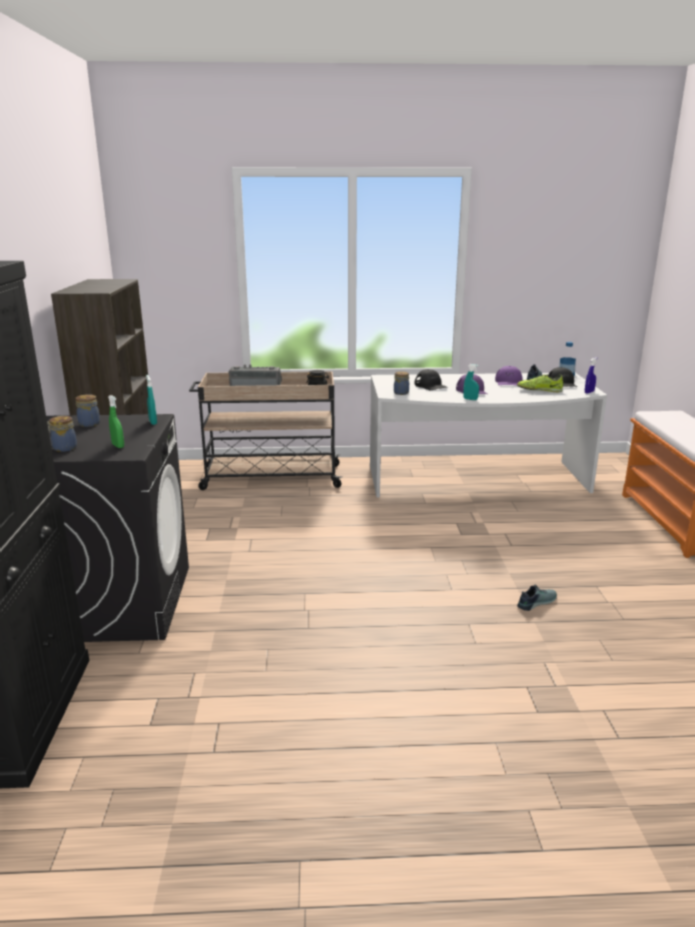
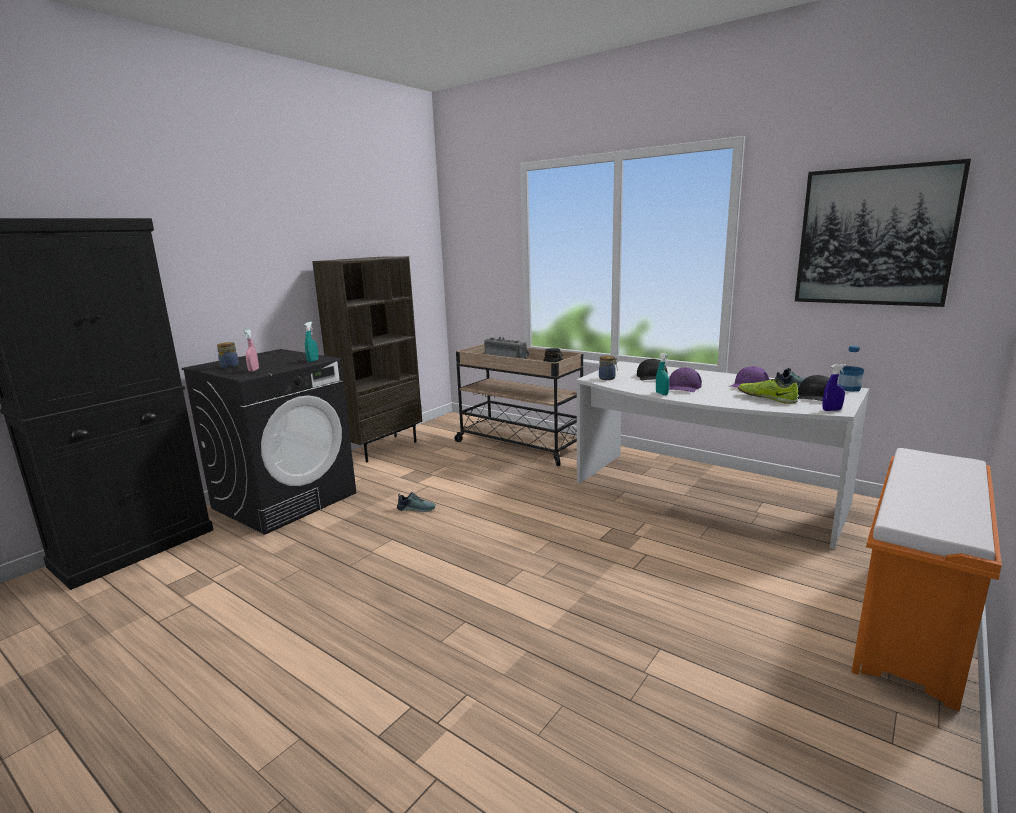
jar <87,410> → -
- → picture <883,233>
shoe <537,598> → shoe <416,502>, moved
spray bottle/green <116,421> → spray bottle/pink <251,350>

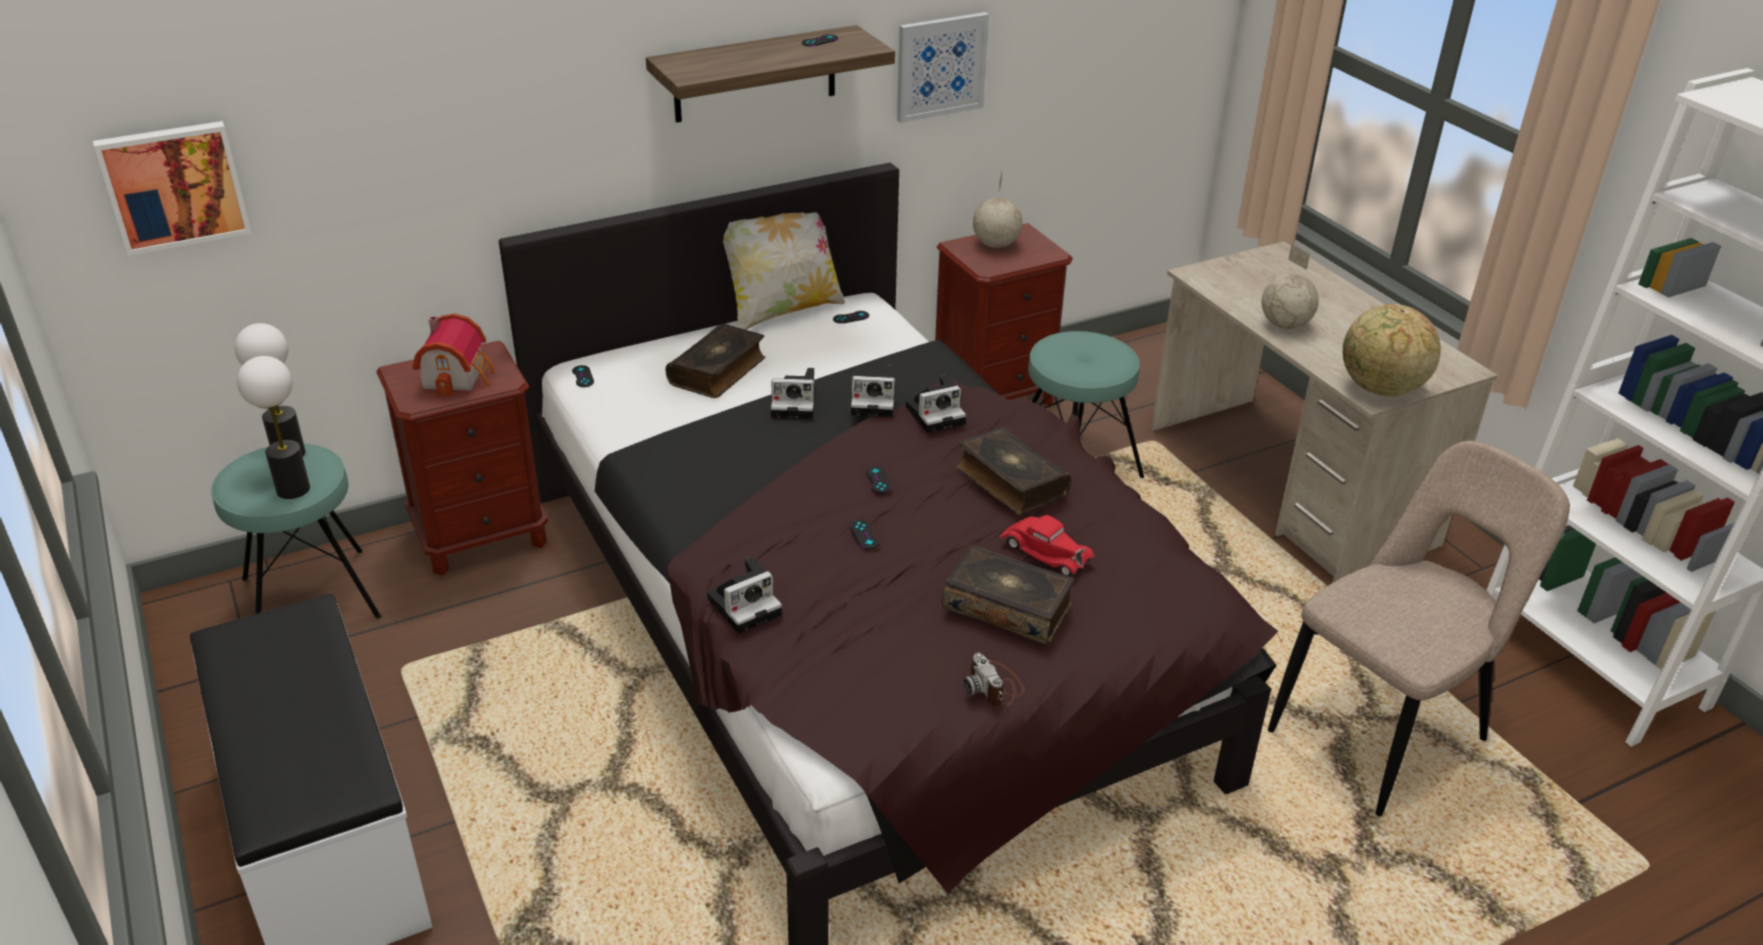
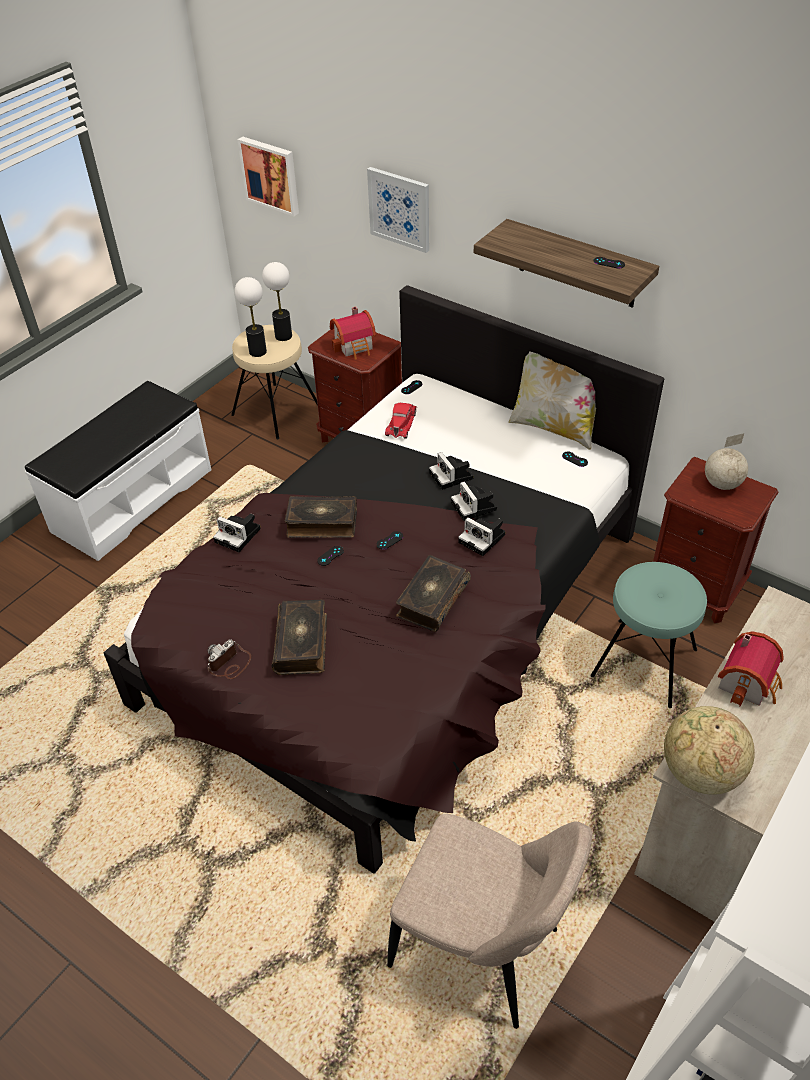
book <715,360> → book <321,517>, moved
picture <943,67> → picture <398,210>, moved
toy car/red <1047,545> → toy car/red <401,421>, moved
globe <1290,286> → toy house <751,669>
stool/turquoise <296,531> → stool/beige <274,382>

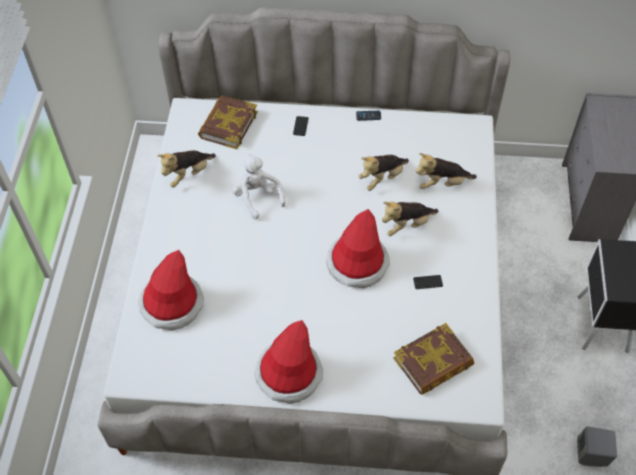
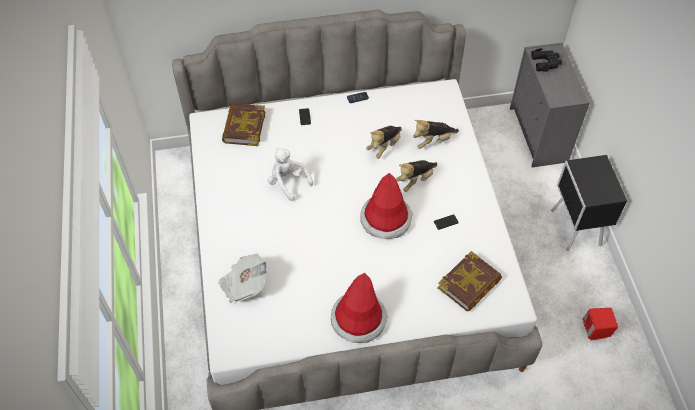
plush toy <186,169> → -
- → binoculars/black <546,60>
hat <171,290> → newspaper <244,278>
speaker/grey <597,446> → speaker/red <600,324>

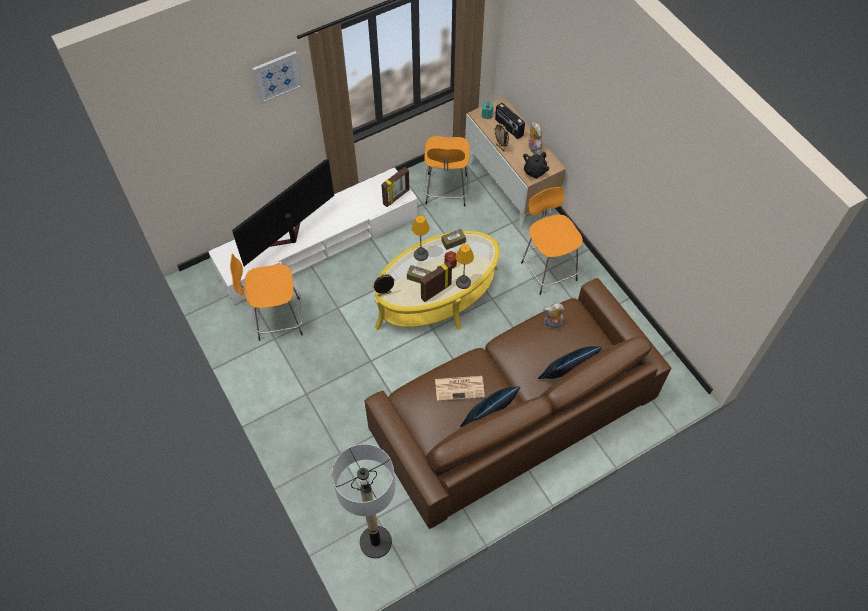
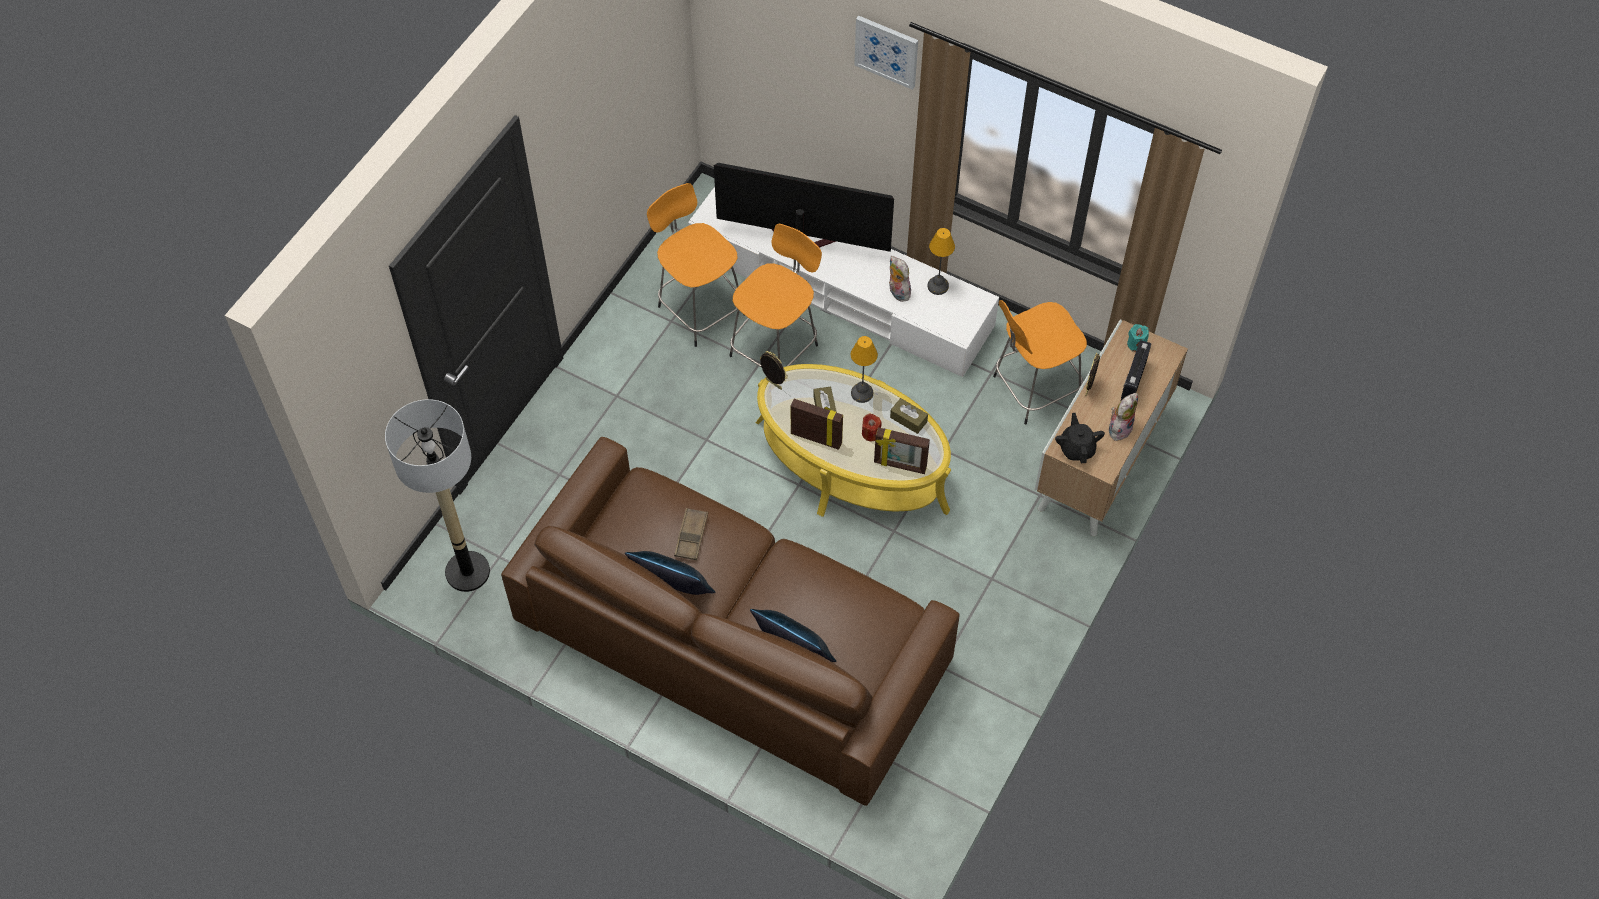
picture frame <395,187> → picture frame <902,450>, moved
table lamp <465,266> → table lamp <941,261>, moved
stool/orange <552,241> → stool/orange <775,296>, moved
plush toy <554,316> → plush toy <900,279>, moved
newspaper <460,388> → tray/brown <691,534>
teapot/black <536,165> → teapot/black <1080,438>, 75 degrees clockwise

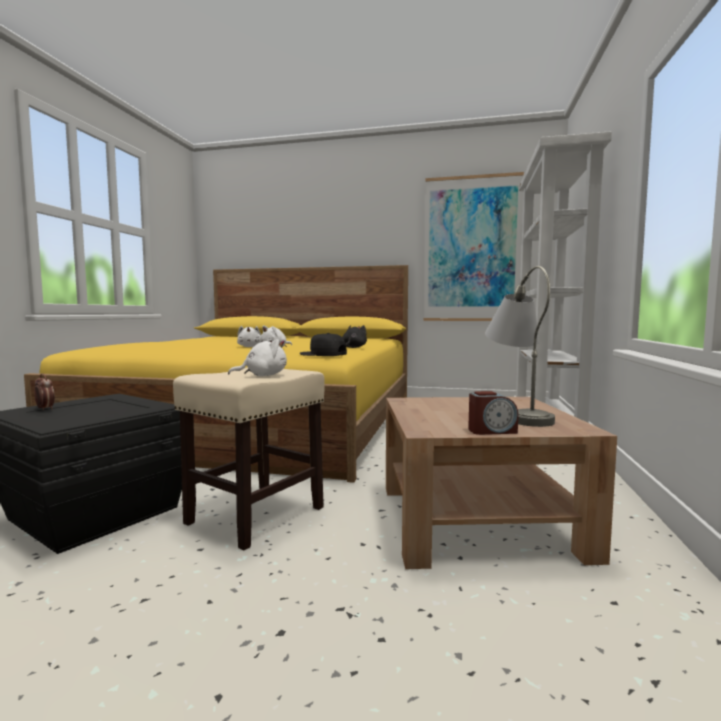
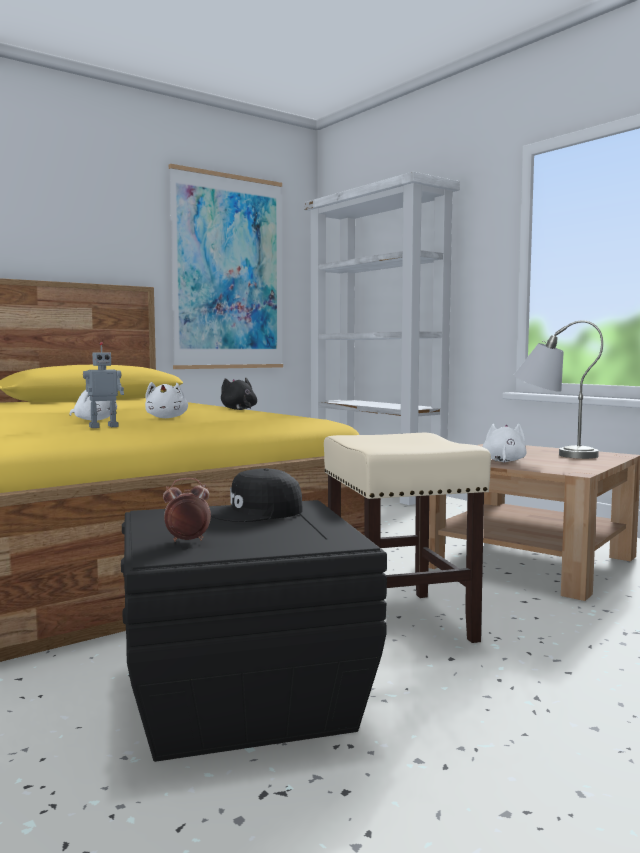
alarm clock <493,413> → -
- → toy robot <103,385>
plush toy/white <257,357> → plush toy/white <505,443>, moved
cap/black <323,344> → cap/black <256,495>, moved

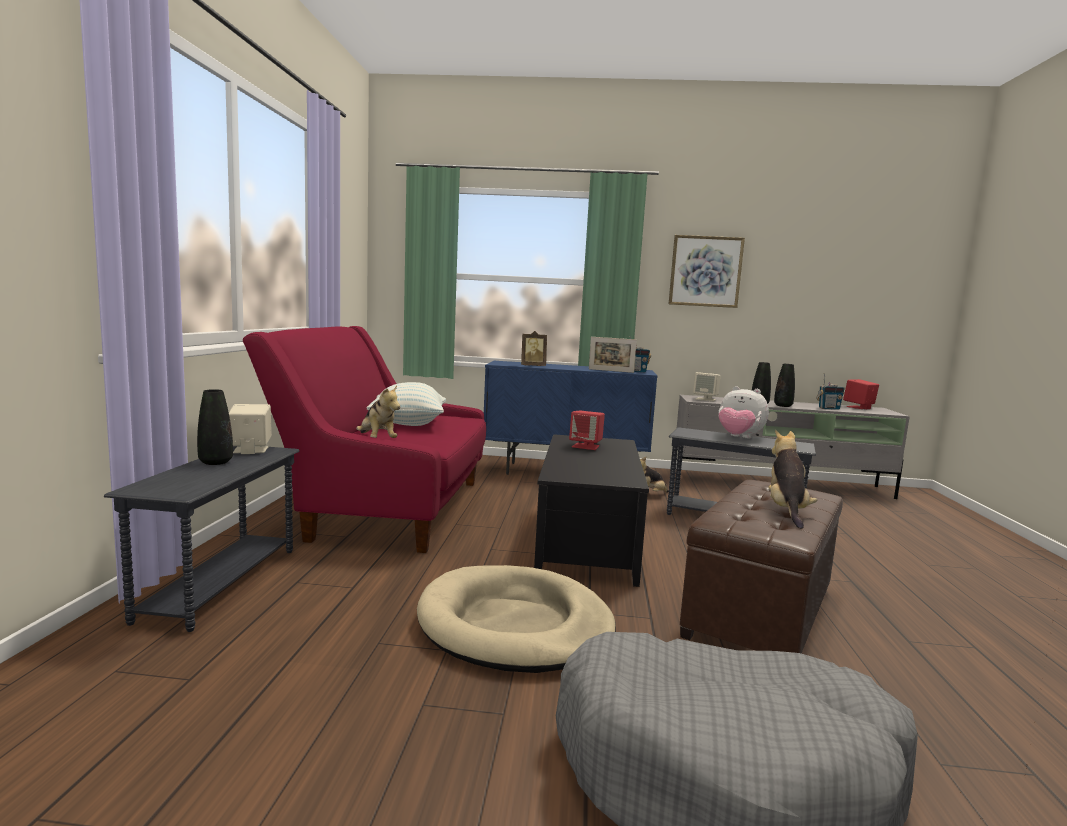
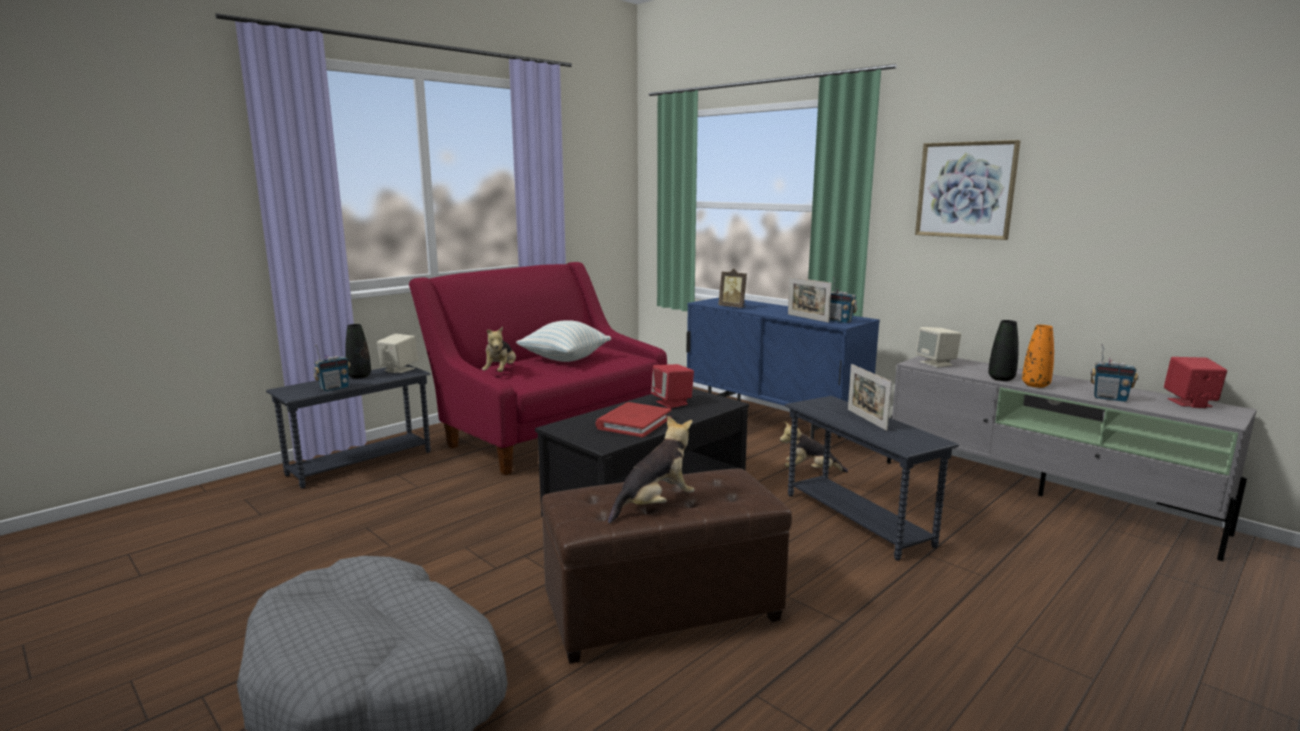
dog bed/beige <516,619> → -
- → radio <332,368>
- → book/red <633,420>
plush toy <743,412> → picture frame <870,397>
vase/black <784,385> → vase/orange <1038,356>

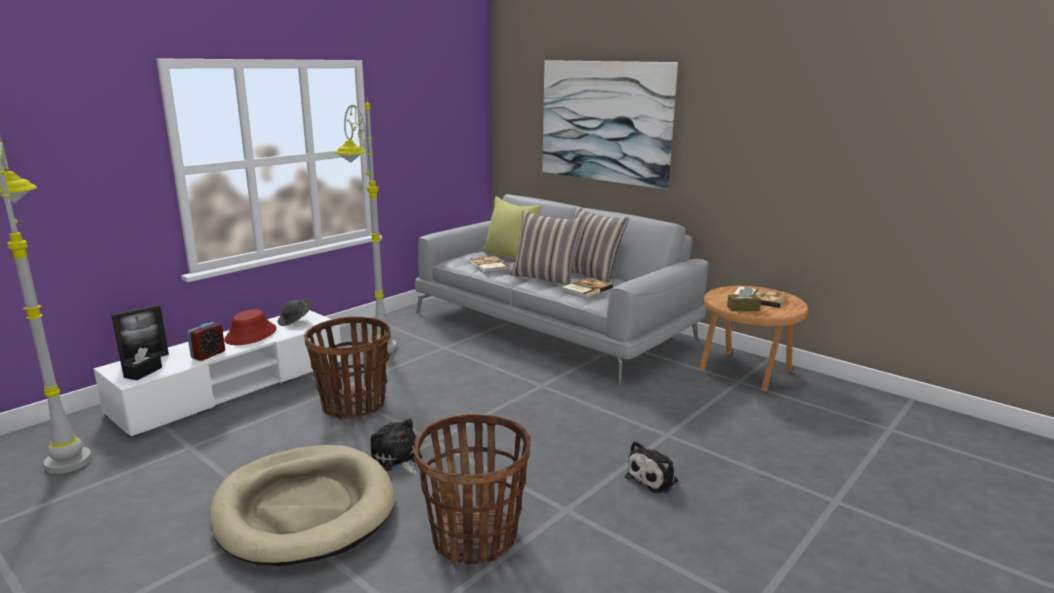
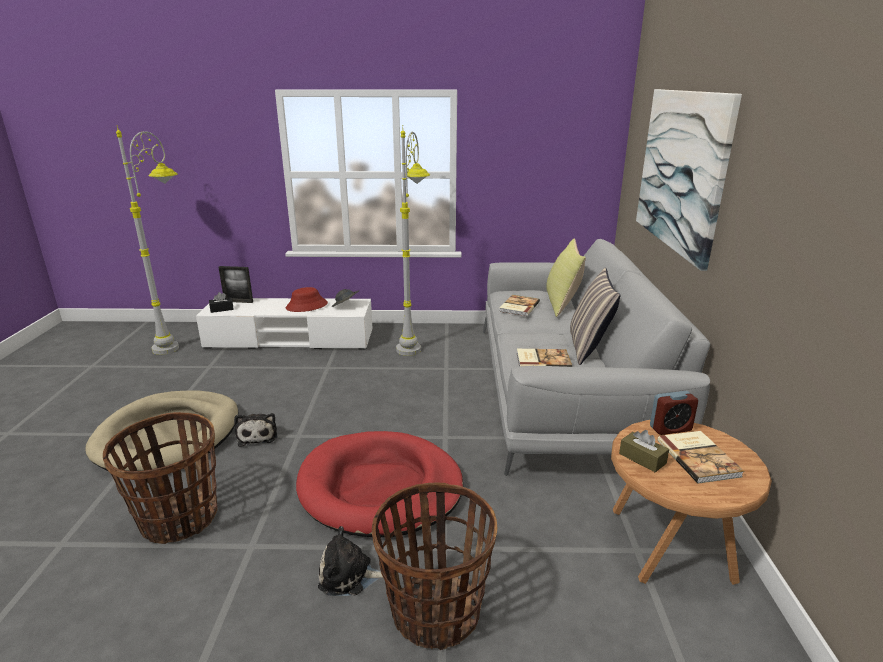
pillow <547,247> → -
- → dog bed/red <379,484>
alarm clock <206,341> → alarm clock <674,413>, moved
basket <347,367> → basket <434,566>, moved
plush toy <396,446> → plush toy <255,430>, 150 degrees clockwise

